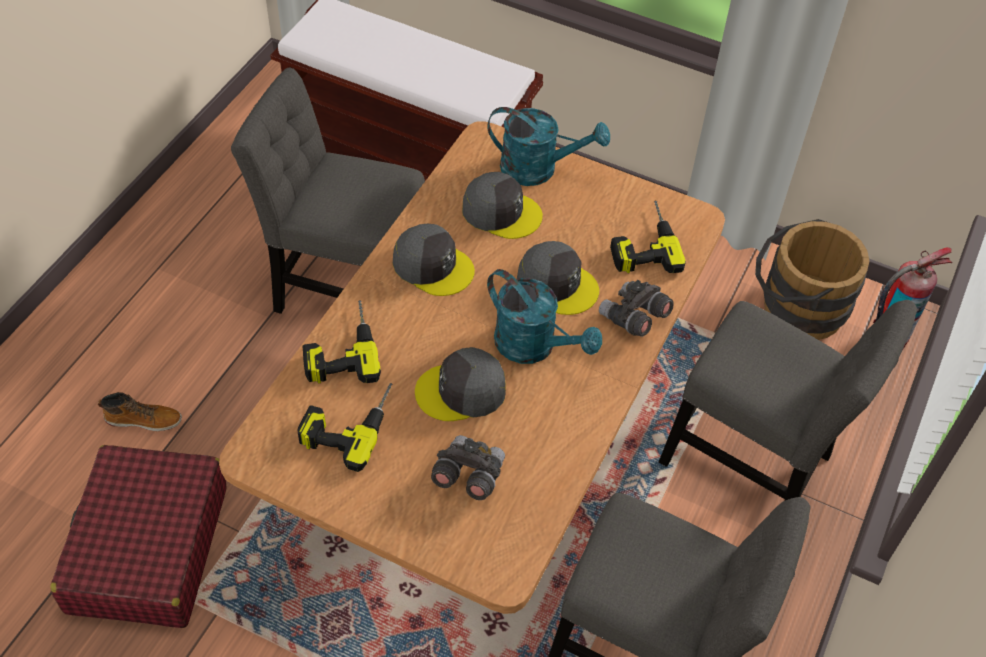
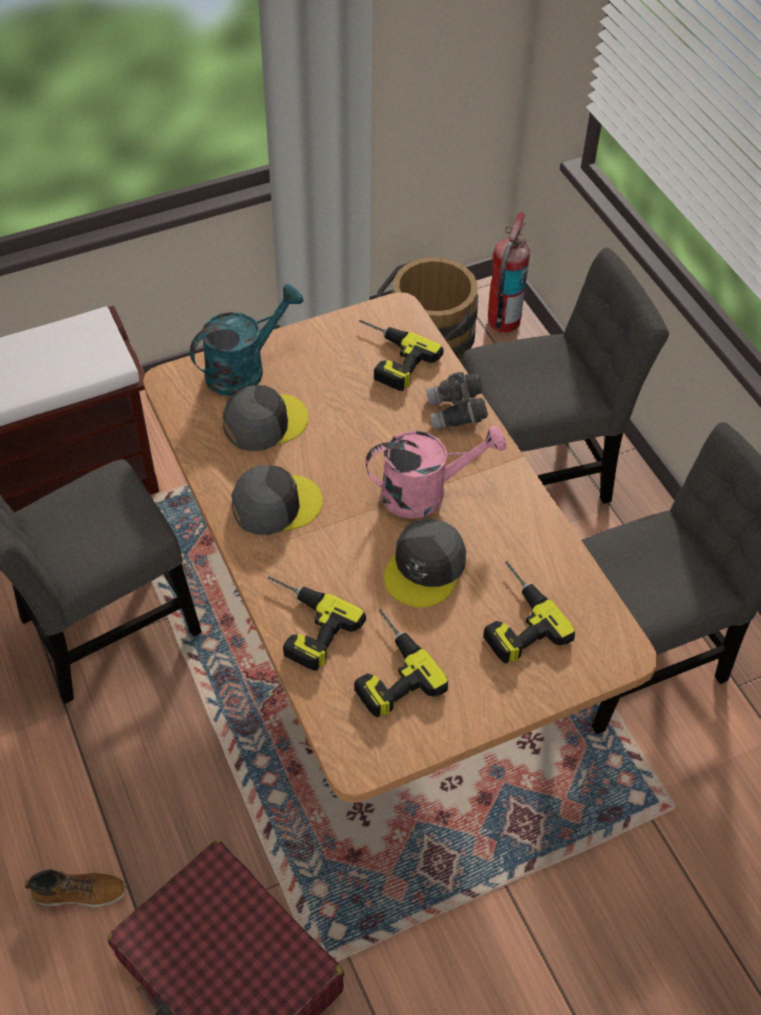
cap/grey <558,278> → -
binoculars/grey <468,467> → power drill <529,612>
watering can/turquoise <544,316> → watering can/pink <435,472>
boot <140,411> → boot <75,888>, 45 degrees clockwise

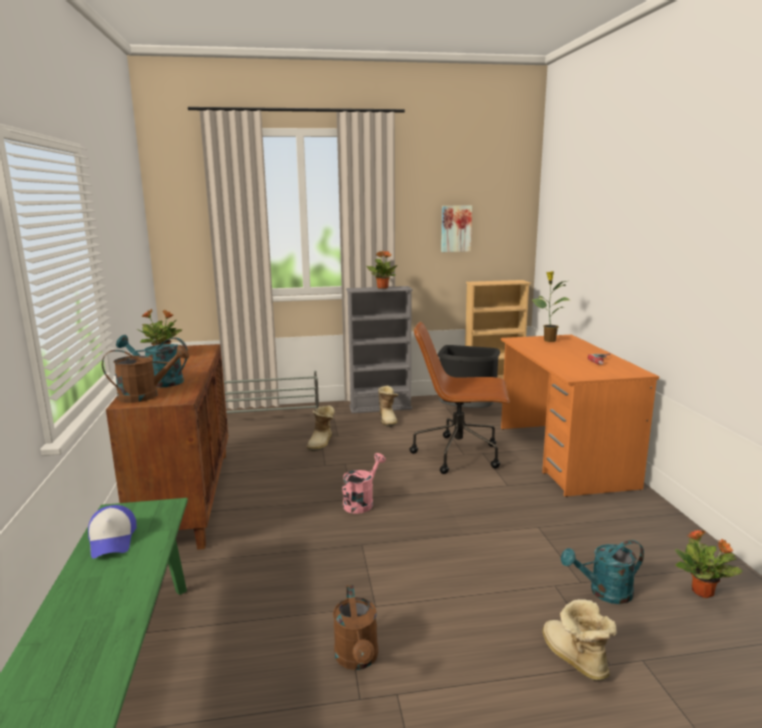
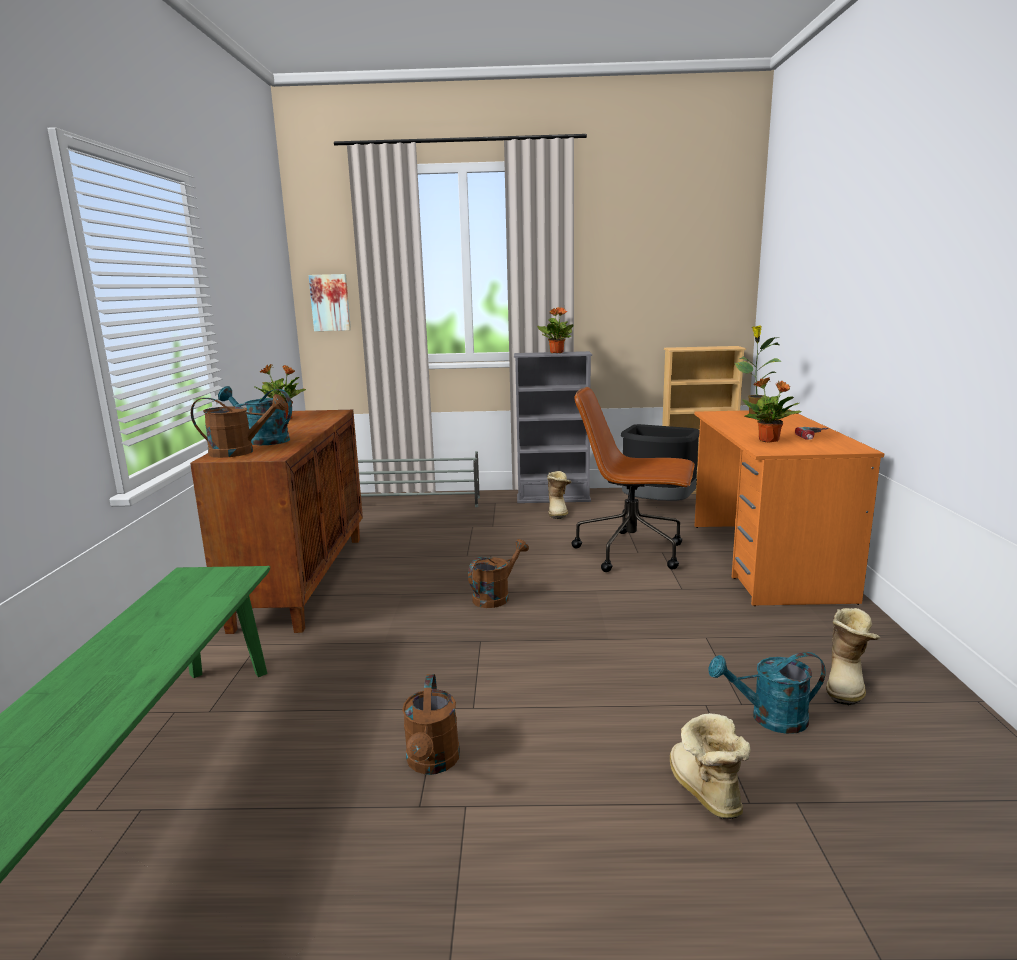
cap <112,532> → -
boot <321,428> → boot <853,657>, moved
picture <456,228> → picture <330,302>, moved
potted plant <709,564> → potted plant <772,409>, moved
watering can/pink <364,483> → watering can/brown <498,573>

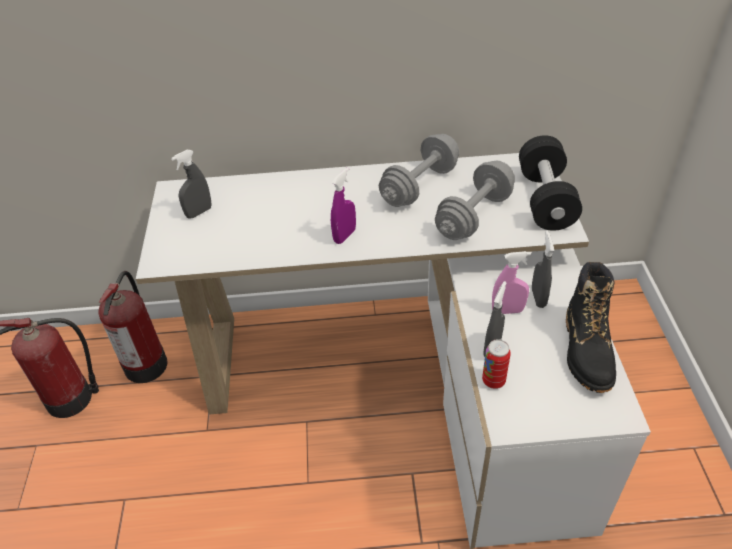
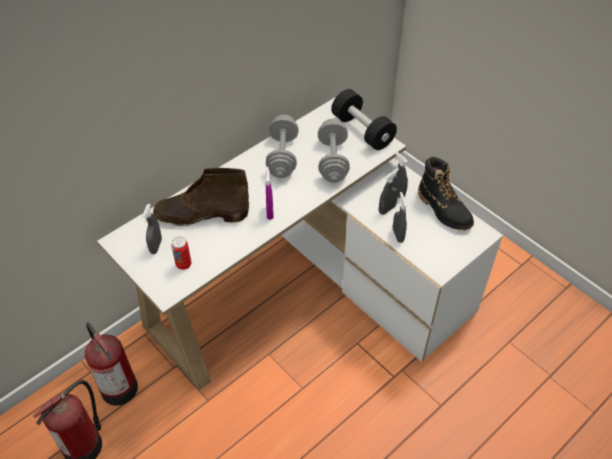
- → boot/brown <201,197>
can <496,364> → can <181,253>, moved
spray bottle/pink <511,282> → spray bottle/grey <389,191>

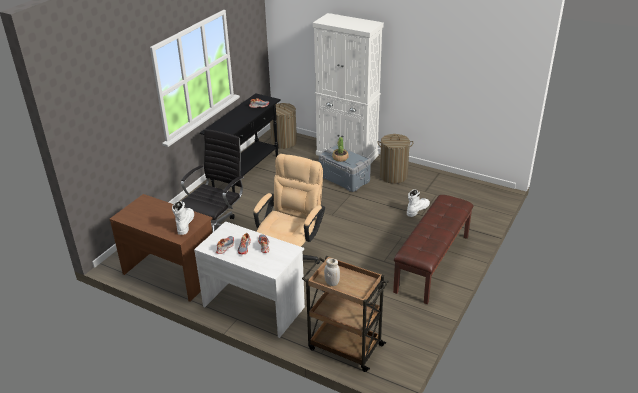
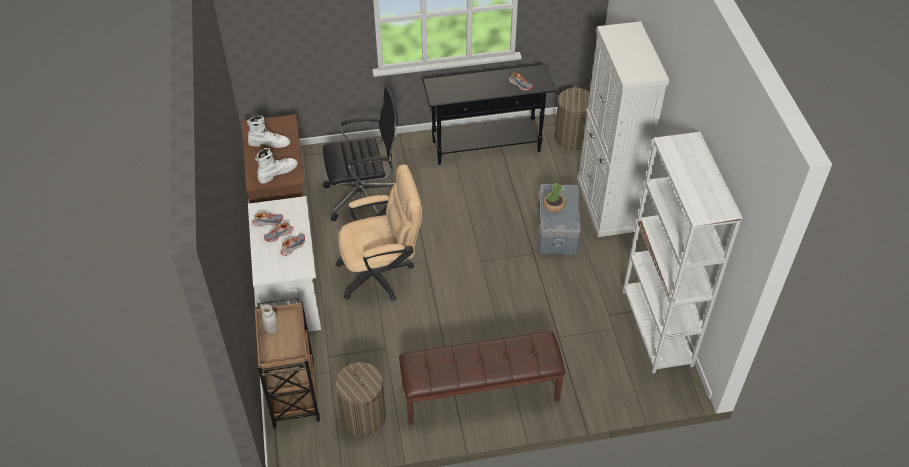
- → bookcase/white <682,253>
laundry basket <395,159> → laundry basket <360,399>, moved
boot/white <418,203> → boot/white <268,131>, moved

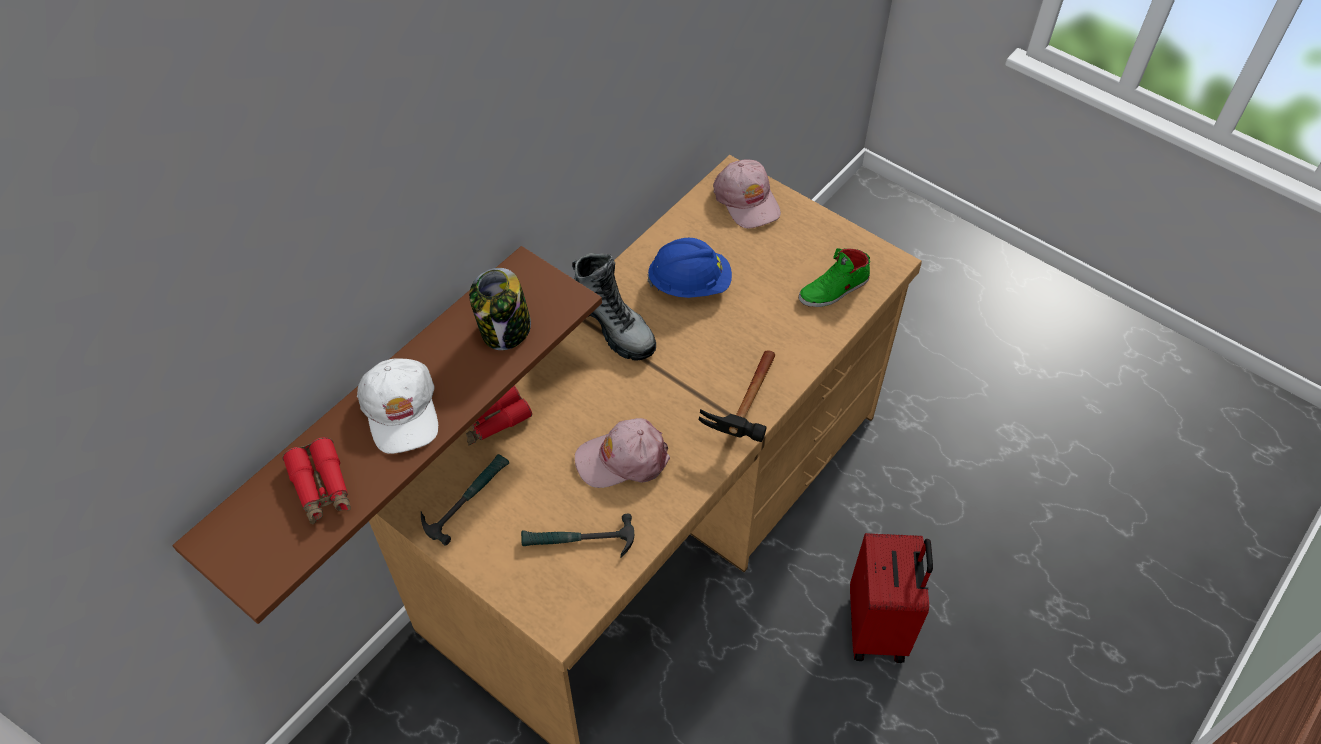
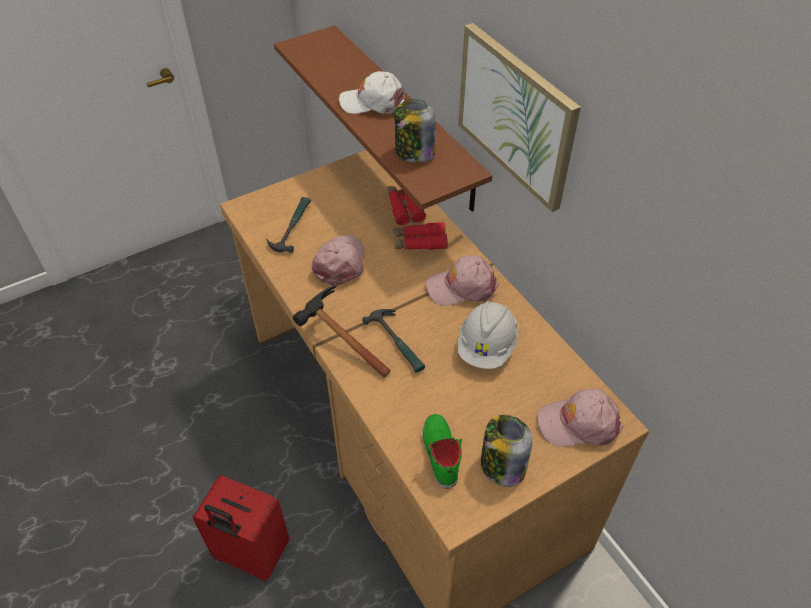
- → picture <519,117>
- → jar <506,451>
binoculars/red <316,480> → binoculars/red <420,236>, moved
hammer <465,500> → hammer <393,341>, moved
boot <614,307> → cap/pink <462,280>
hard hat/blue <689,268> → hard hat/white <488,335>

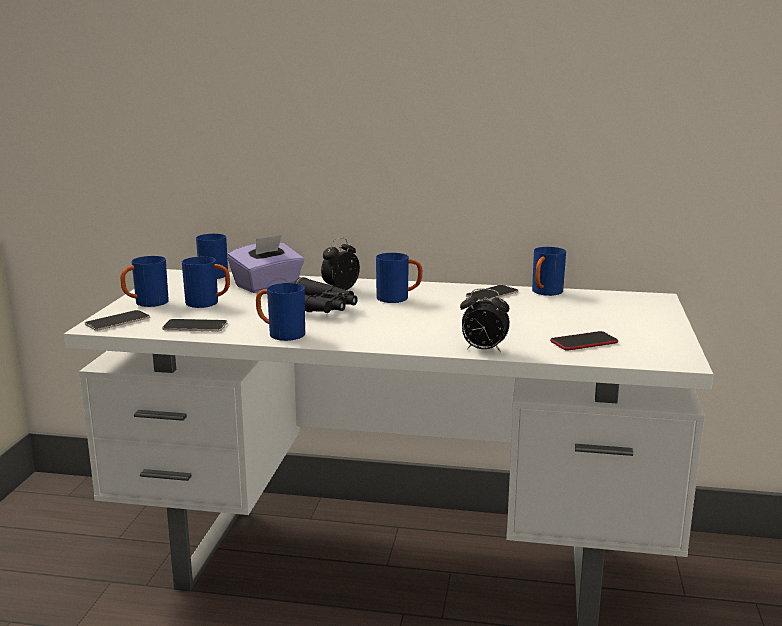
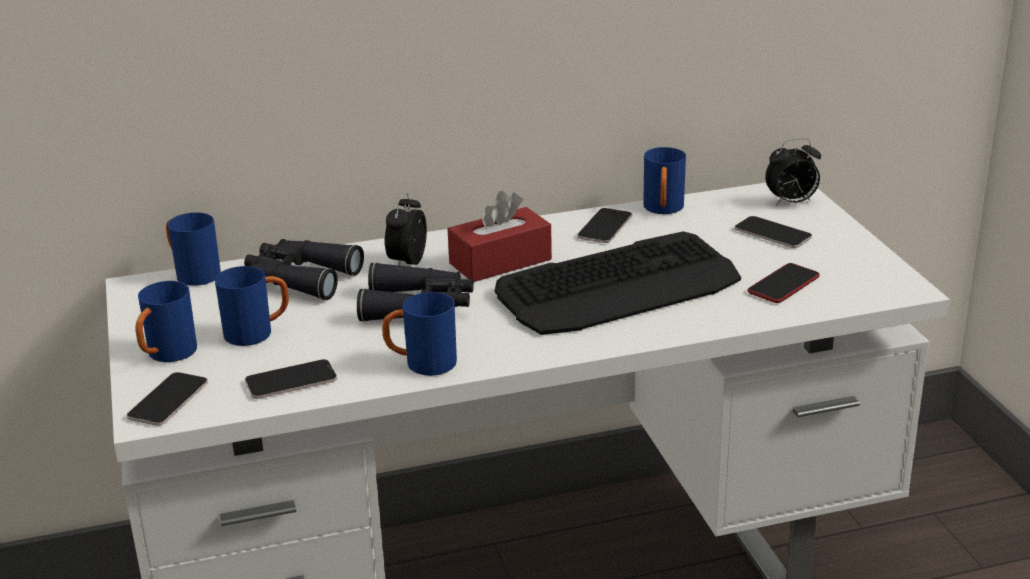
- → keyboard <618,283>
- → phone <773,232>
alarm clock <485,320> → alarm clock <793,172>, moved
tissue box/purple <265,264> → binoculars/black <304,269>
mug/blue <399,278> → tissue box/red <500,236>

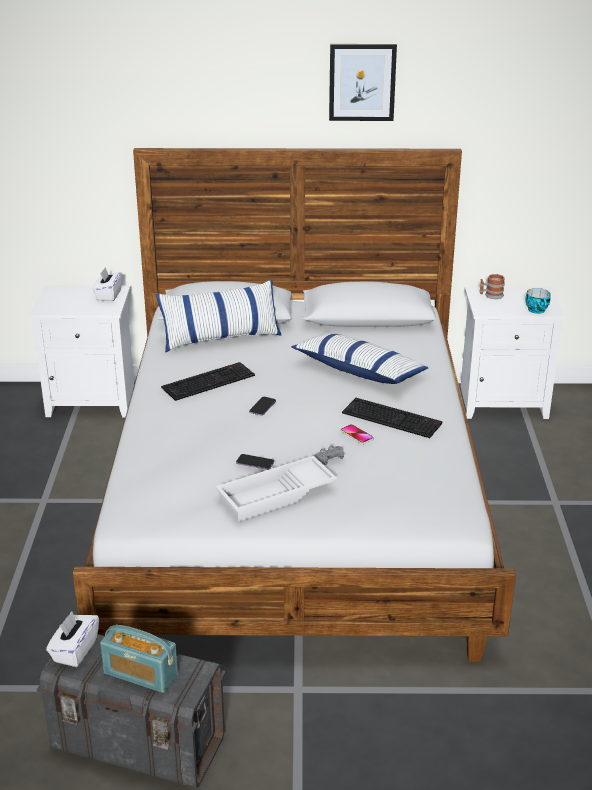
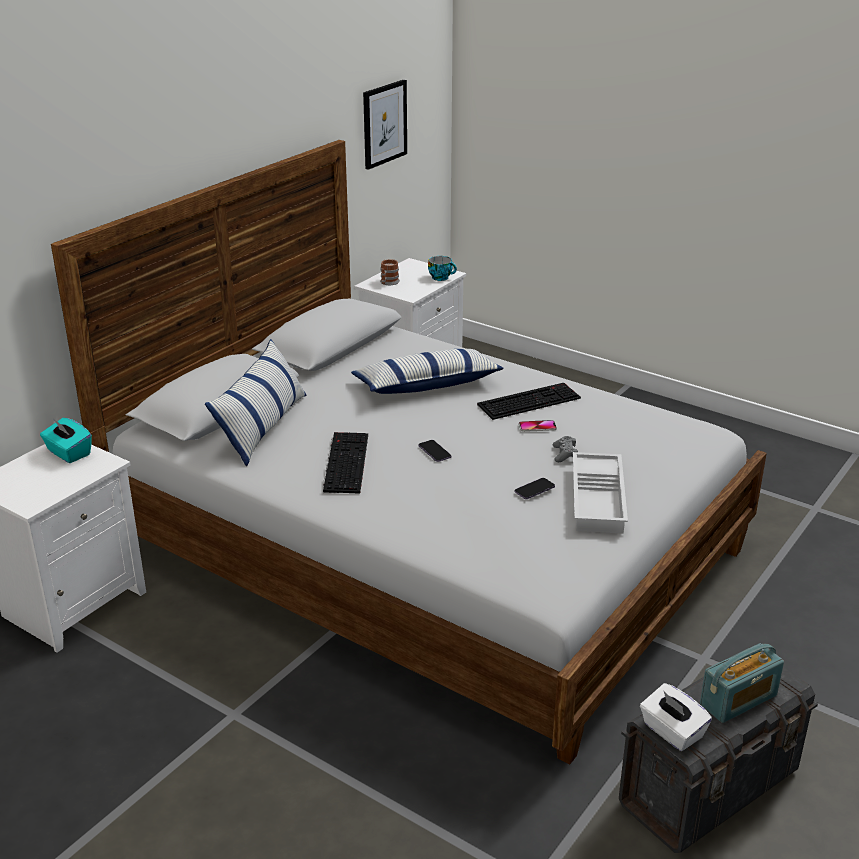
picture <363,82> → picture <385,125>, moved
tissue box/white <107,284> → tissue box/turquoise <66,440>

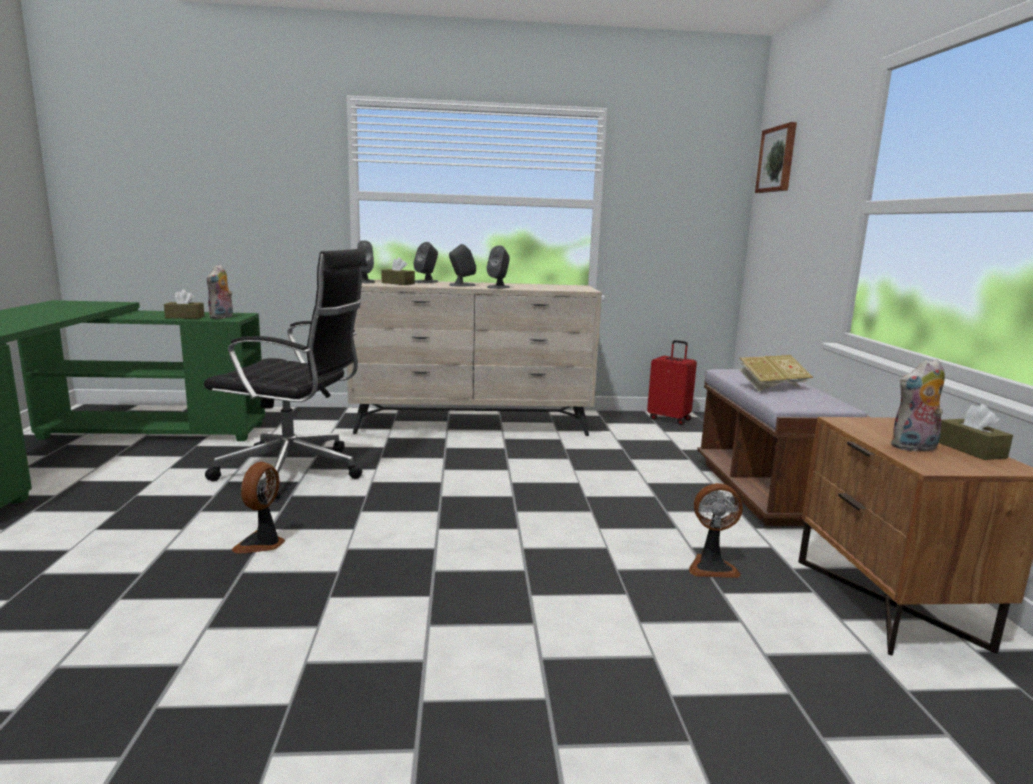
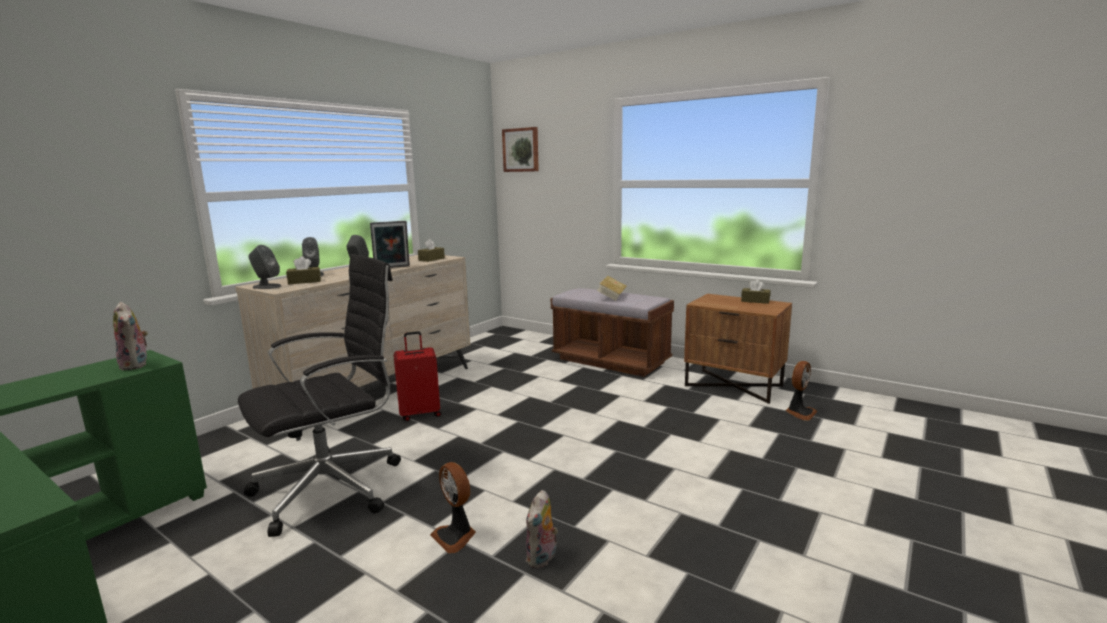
tissue box/brown <184,304> → tissue box/brown <431,250>, moved
suitcase/red <672,382> → suitcase/red <417,376>, moved
fan <716,530> → fan <801,391>, moved
plush toy <918,405> → plush toy <542,529>, moved
speaker/grey <498,267> → picture frame <390,244>

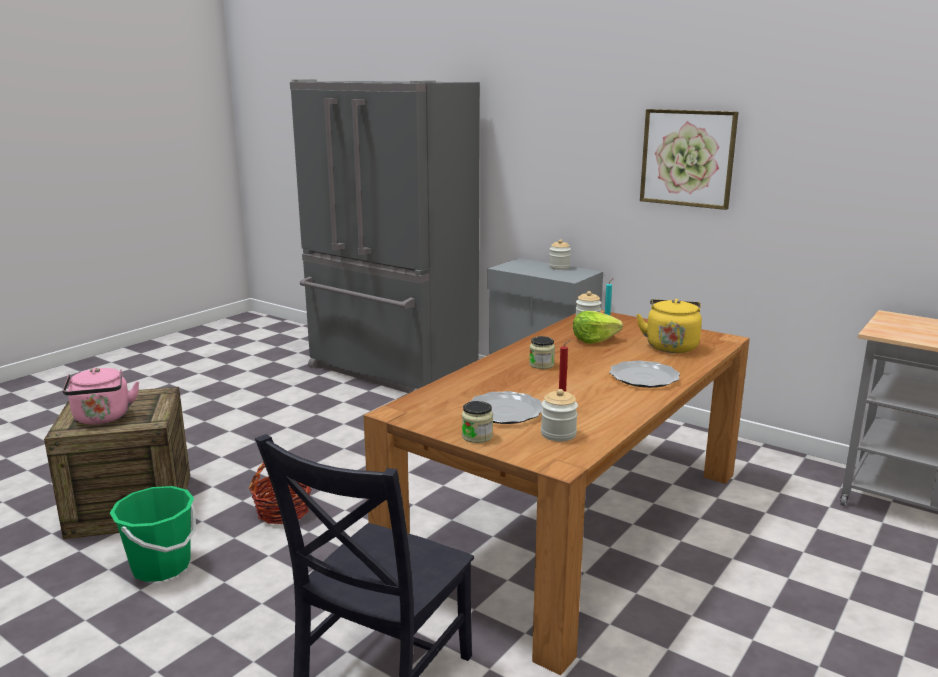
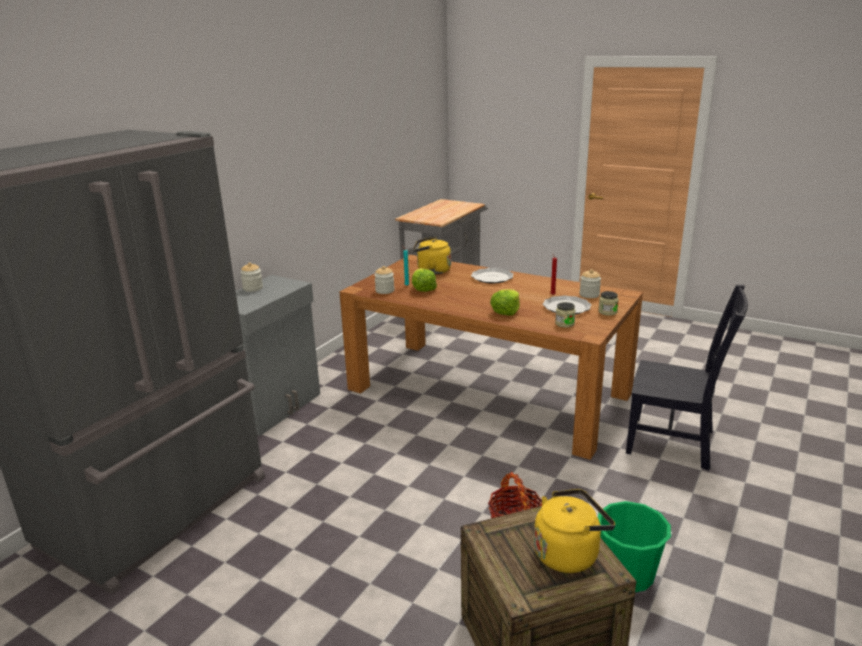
picture <689,159> → -
- → lettuce <505,302>
jar <542,352> → jar <565,315>, moved
kettle/pink <101,396> → kettle/yellow <574,531>

